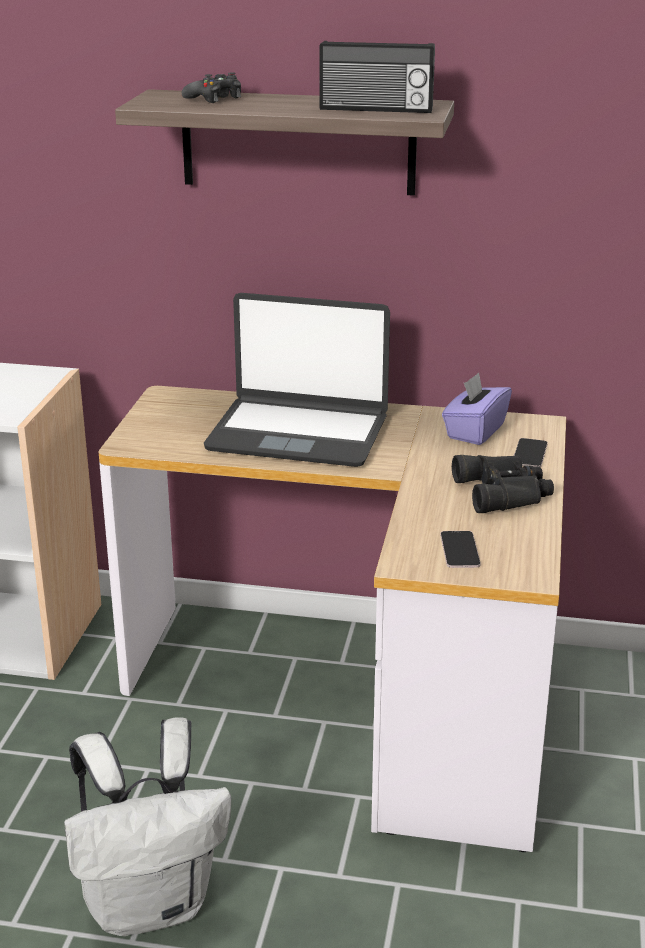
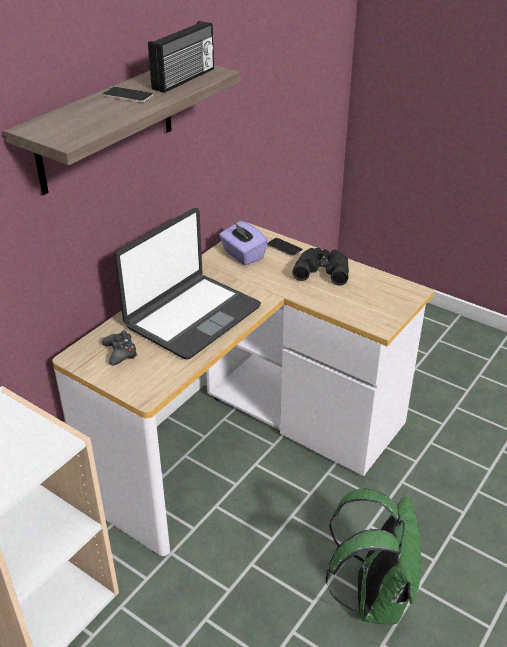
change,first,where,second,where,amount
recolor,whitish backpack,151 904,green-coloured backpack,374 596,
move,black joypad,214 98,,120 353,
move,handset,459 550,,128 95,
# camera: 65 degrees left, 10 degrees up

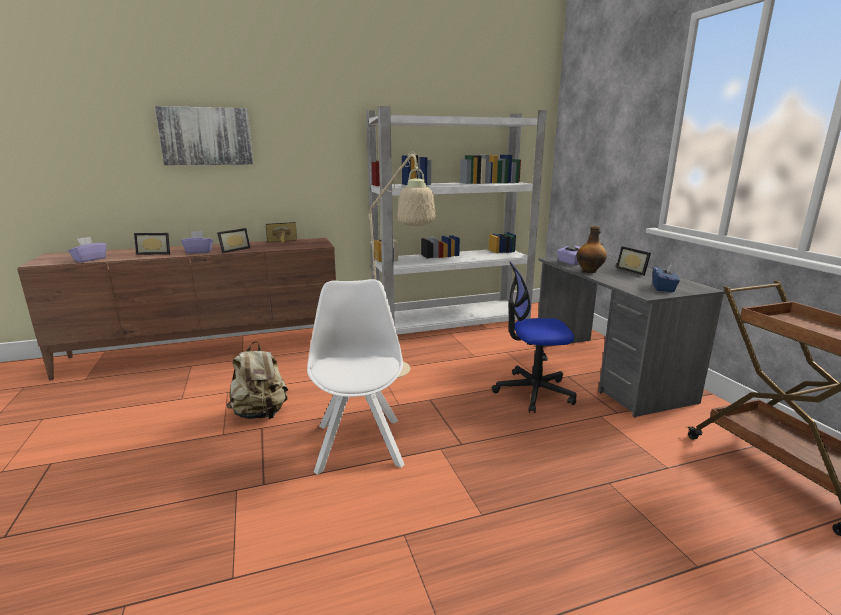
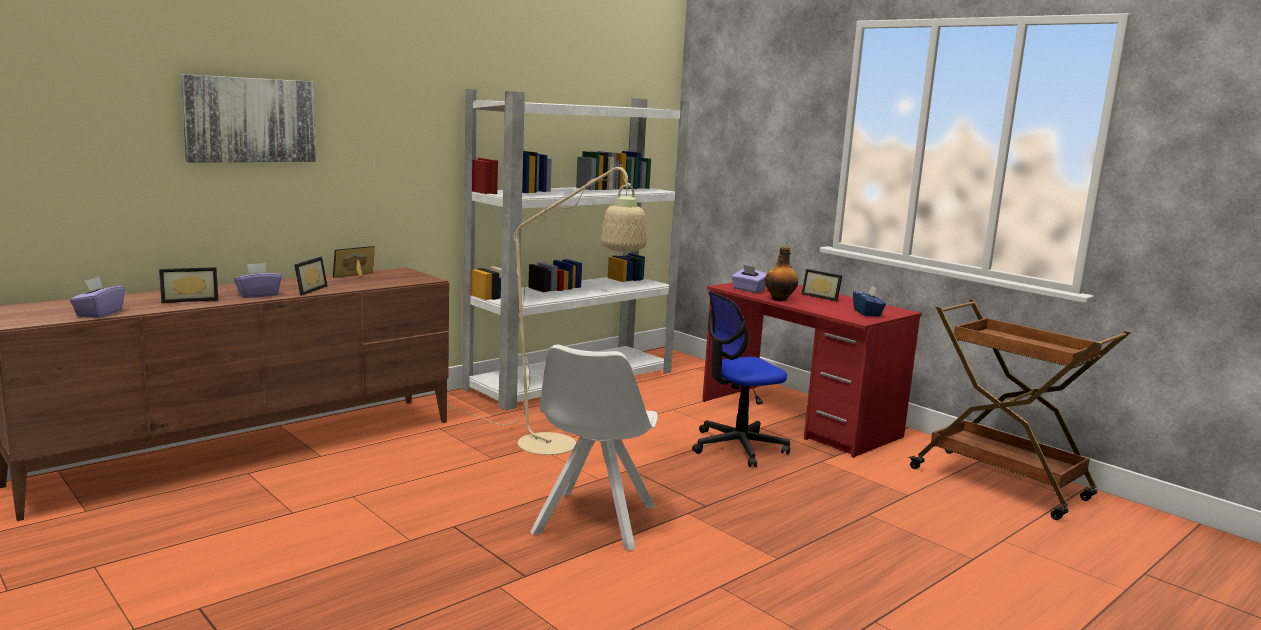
change,first,where,second,where,amount
delete,beige backpack,261 414,,,
rotate,whitish plain chair,359 442,,593 521,135 degrees counterclockwise
recolor,gray desk table,607 372,red desk table,798 419,
# camera: 25 degrees left, 5 degrees down

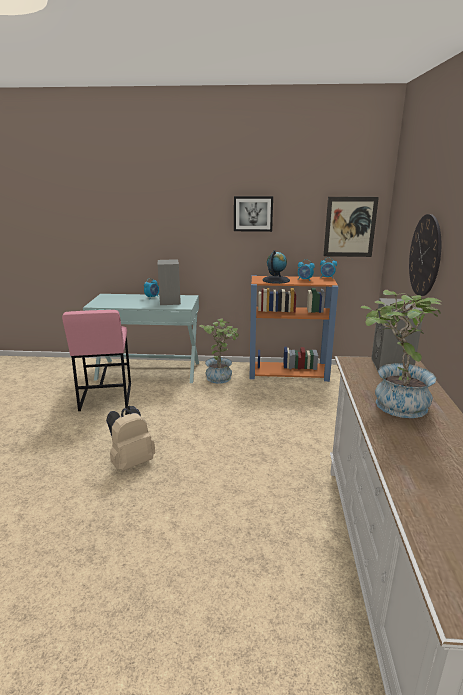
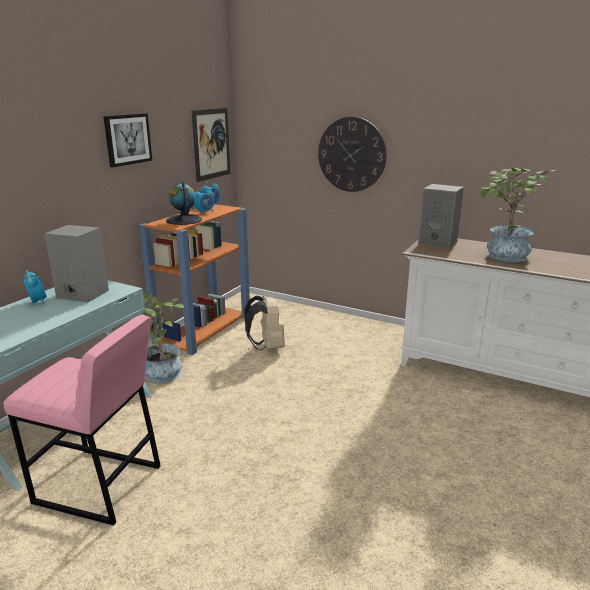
change,first,where,second,where,amount
move,beige backpack,131 462,,267 346,
# camera: 65 degrees left, 0 degrees up

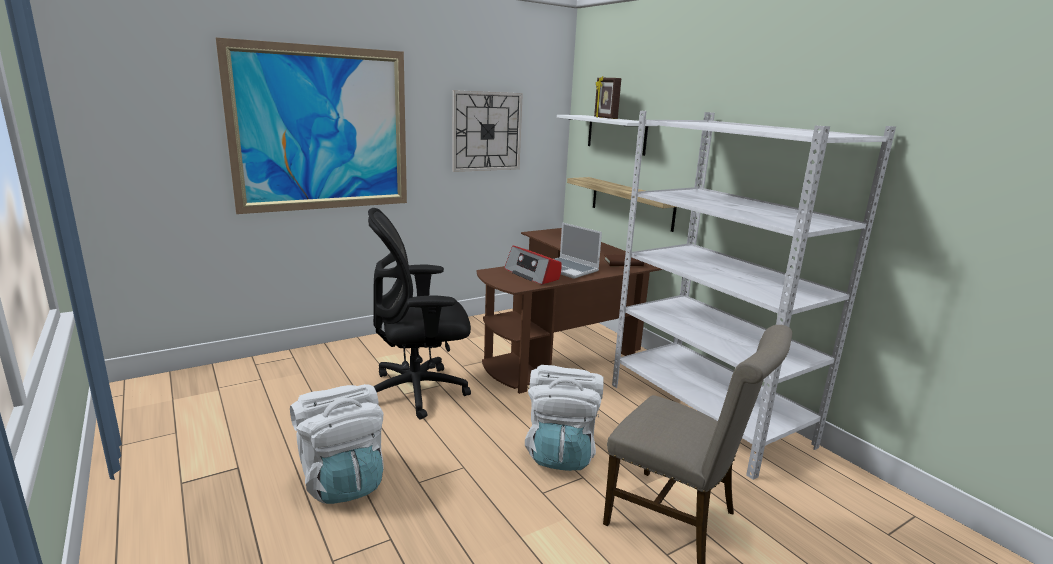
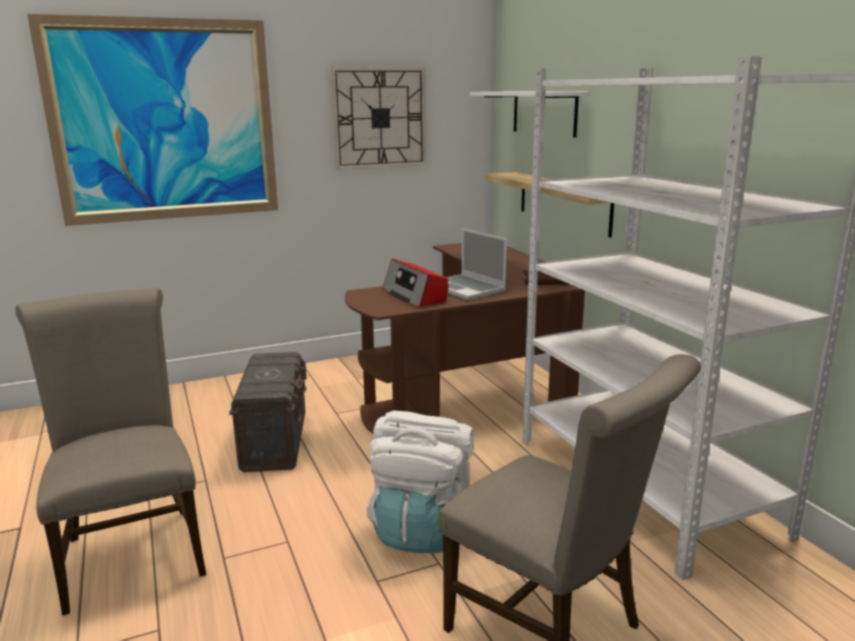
change,first,where,second,where,amount
replace,whitish backpack,342 480,beige plain chair,132 550,
replace,black desk chair,422 389,gray storage container,275 441,
delete,picture frame,604 118,,,
# camera: 10 degrees right, 0 degrees up

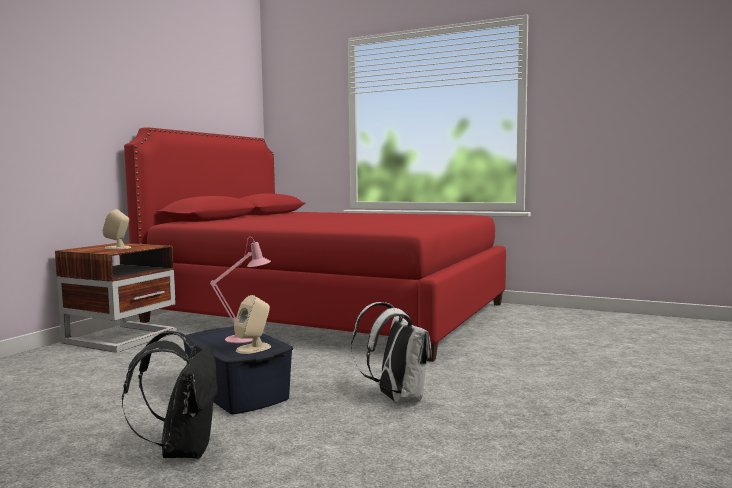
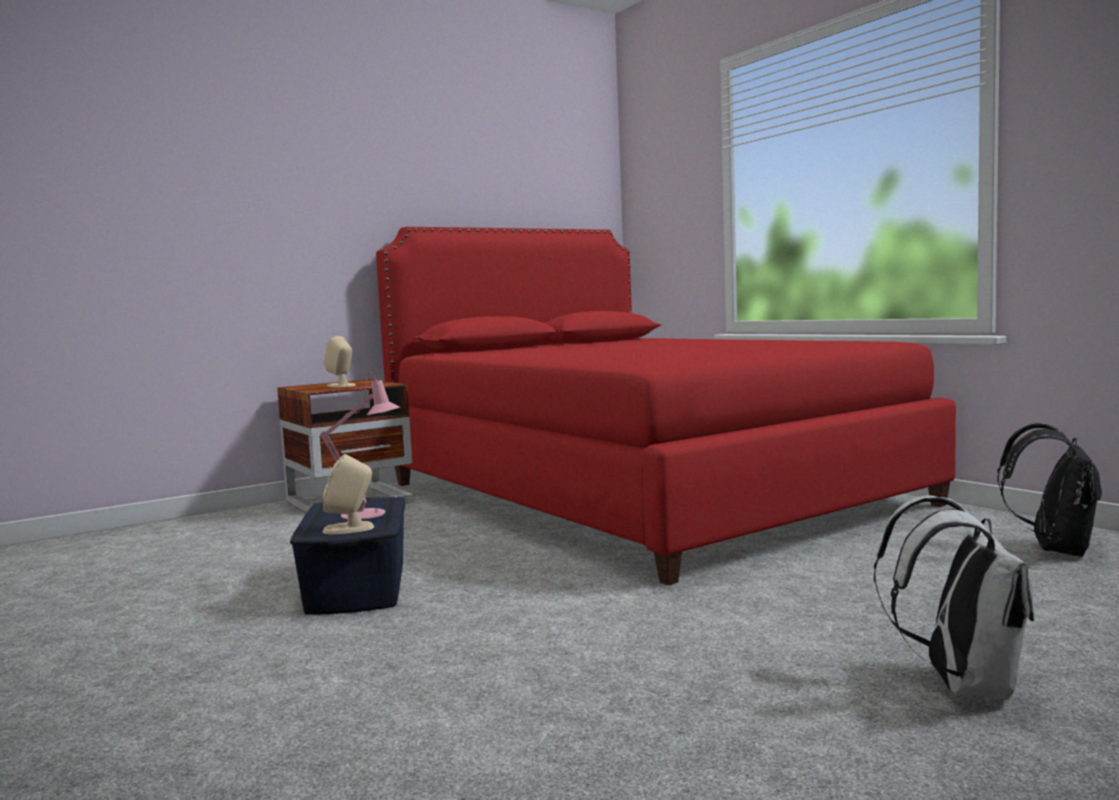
change,first,where,second,where,amount
move,black backpack,183 450,,1054 549,
move,whitish backpack,396 398,,961 684,
# camera: 30 degrees right, 0 degrees up

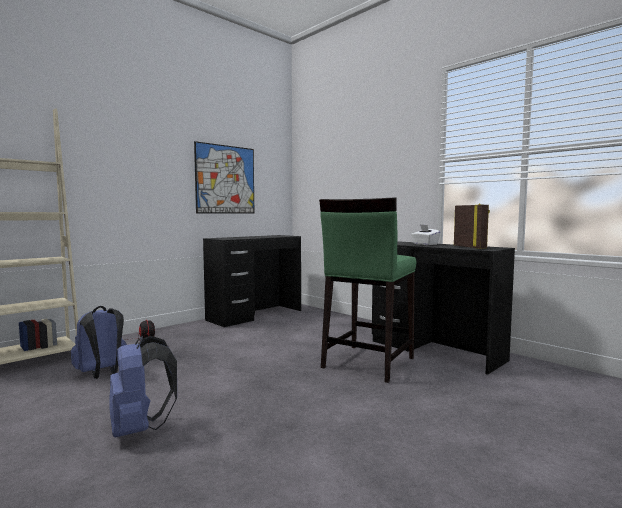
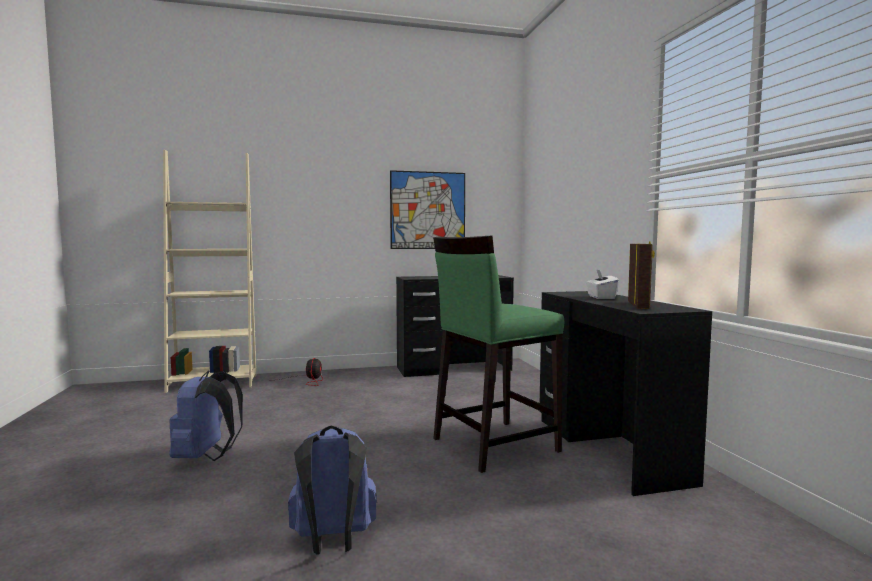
change,first,where,second,where,amount
move,bluish backpack,102 373,,333 542,
# camera: 30 degrees right, 0 degrees up

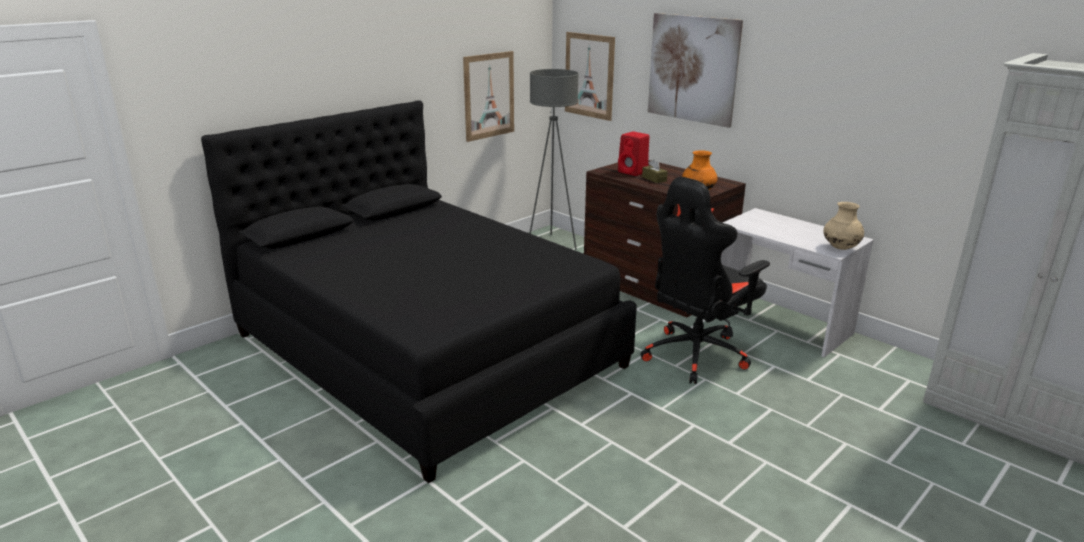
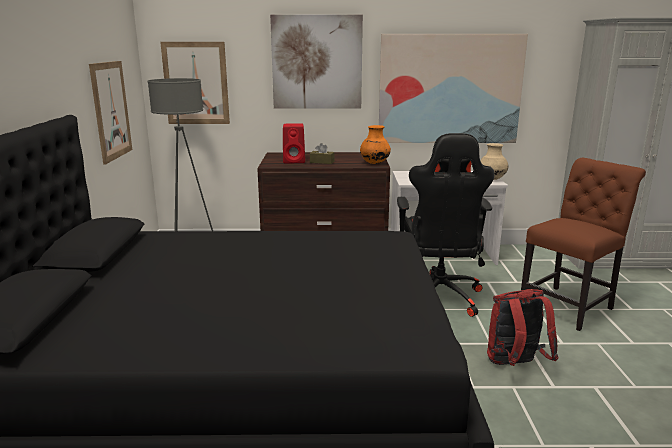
change,first,where,second,where,amount
insert,,,wall art,449 89,
insert,,,red backpack,515 365,
insert,,,brown plain chair,570 306,
# camera: 45 degrees left, 5 degrees down

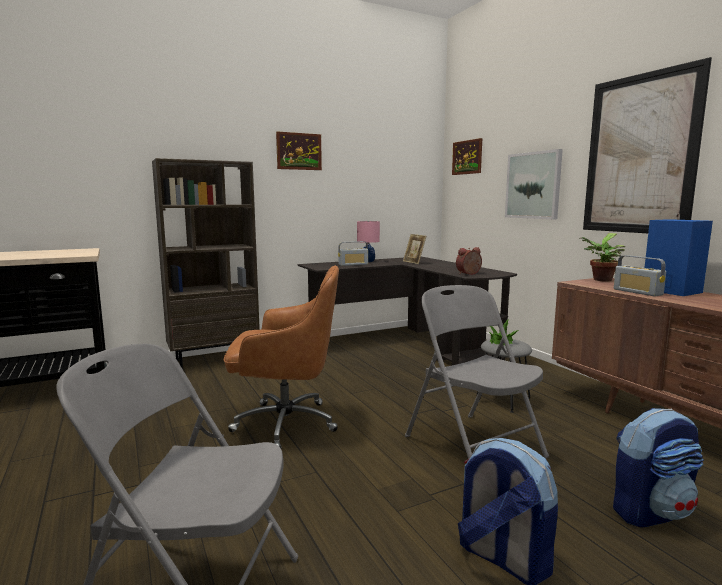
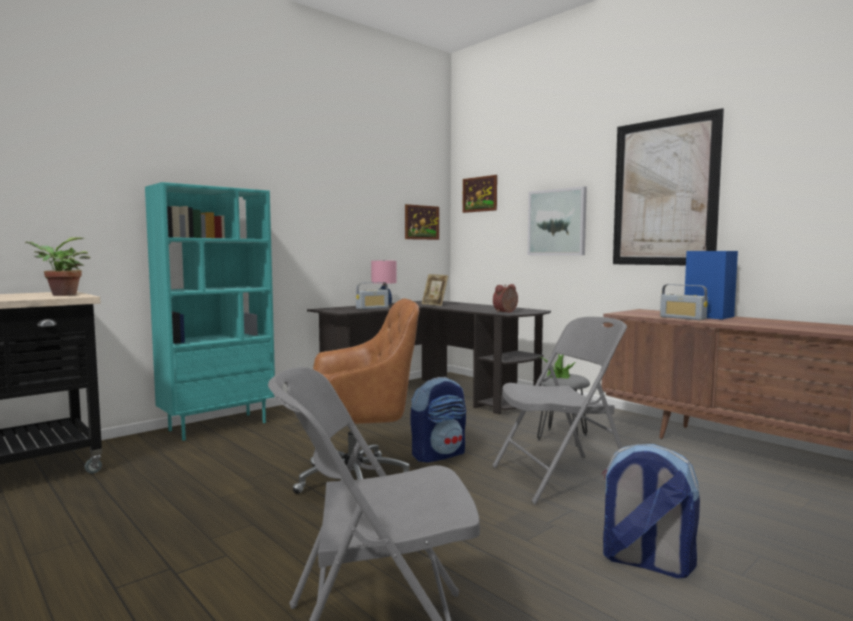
change,first,where,second,where,amount
recolor,brown bookcase,214 360,blue-green bookcase,218 426,
move,wall art,299 151,,421 222,
rotate,gray plain chair,474 446,,561 478,120 degrees clockwise
move,houseplant,600 280,,61 295,
move,backpack,650 511,,439 455,
# camera: 15 degrees left, 5 degrees down

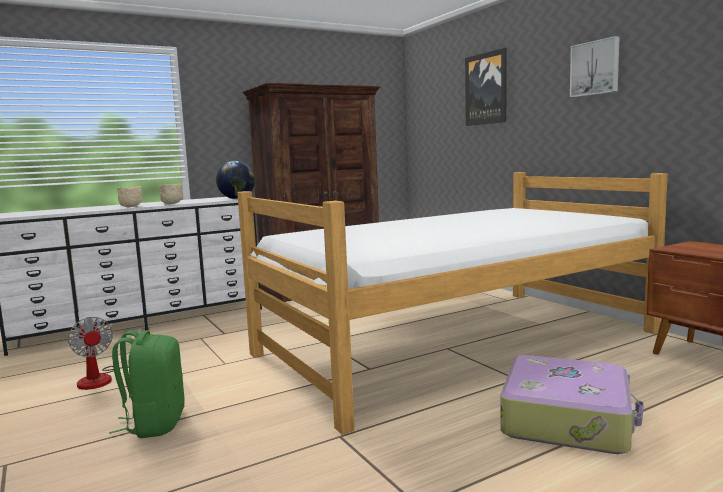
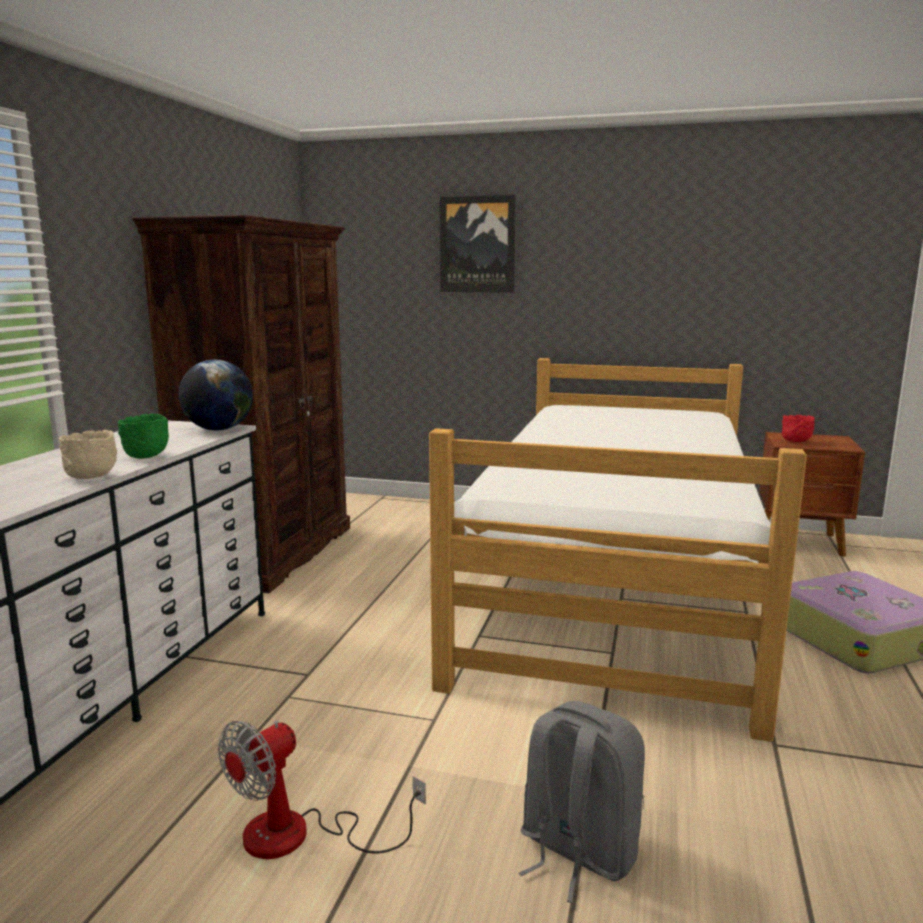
change,first,where,second,where,amount
rotate,fan,103 378,,299 836,120 degrees clockwise
recolor,green-coloured backpack,154 424,gray backpack,576 851,
recolor,beige deep dish,172 204,green-coloured deep dish,147 457,
delete,wall art,595 68,,,
insert,,,red deep dish,796 442,
# camera: 45 degrees left, 5 degrees up

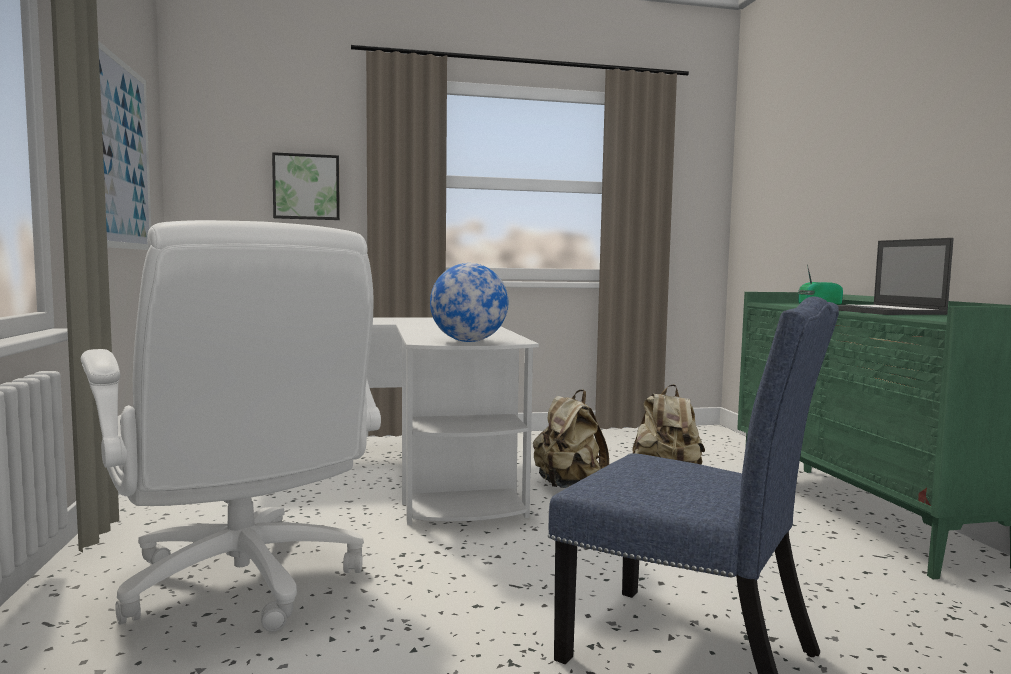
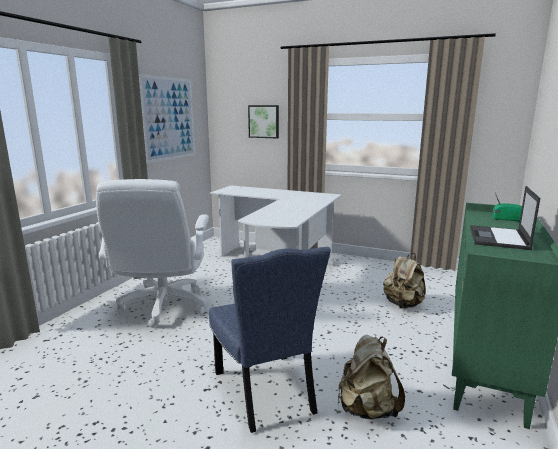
change,first,where,second,where,amount
delete,globe,468 341,,,
move,beige backpack,568 485,,367 409,
# camera: 35 degrees right, 10 degrees up

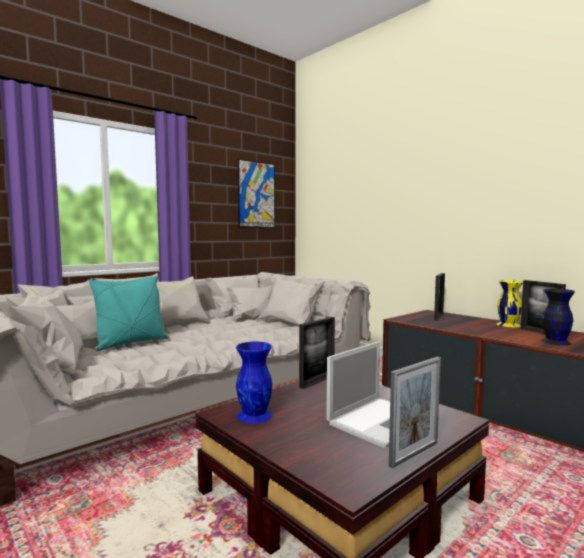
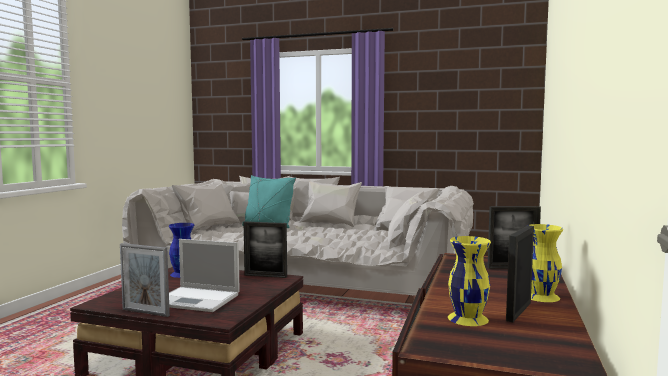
change,first,where,second,where,amount
delete,wall art,256 195,,,
recolor,black flower vase,555 342,yellow flower vase,467 318,
# camera: 60 degrees right, 0 degrees up

